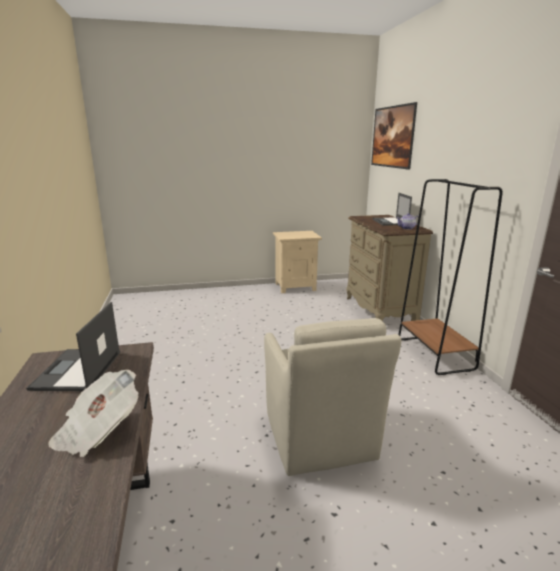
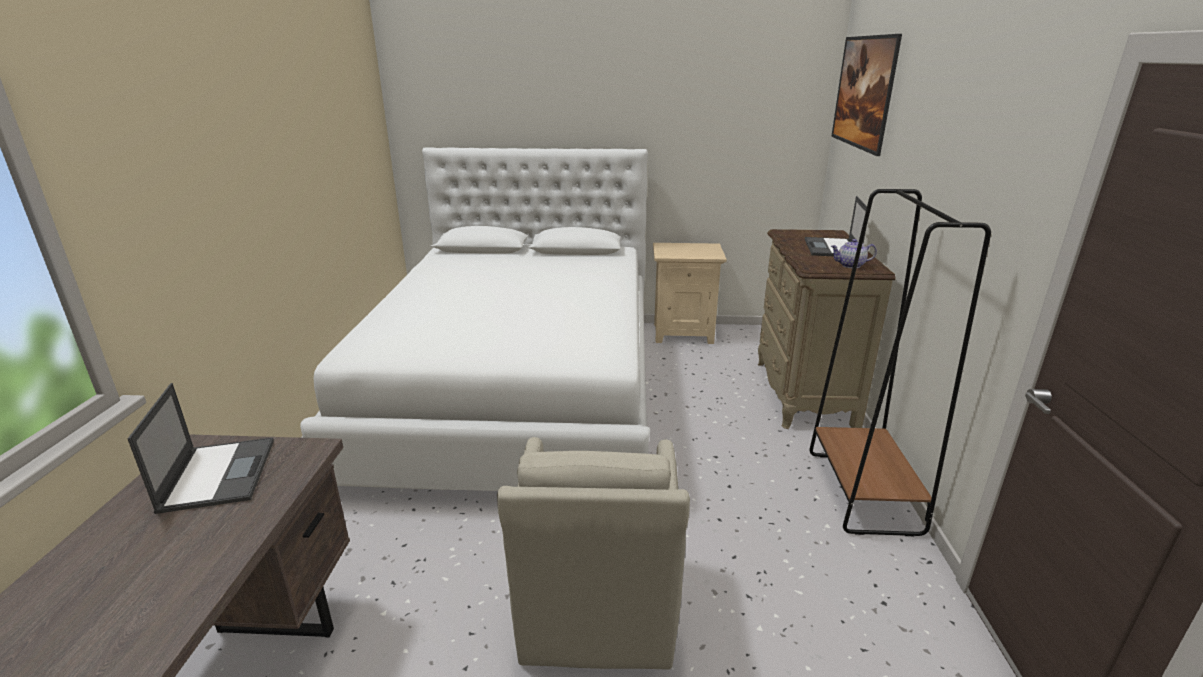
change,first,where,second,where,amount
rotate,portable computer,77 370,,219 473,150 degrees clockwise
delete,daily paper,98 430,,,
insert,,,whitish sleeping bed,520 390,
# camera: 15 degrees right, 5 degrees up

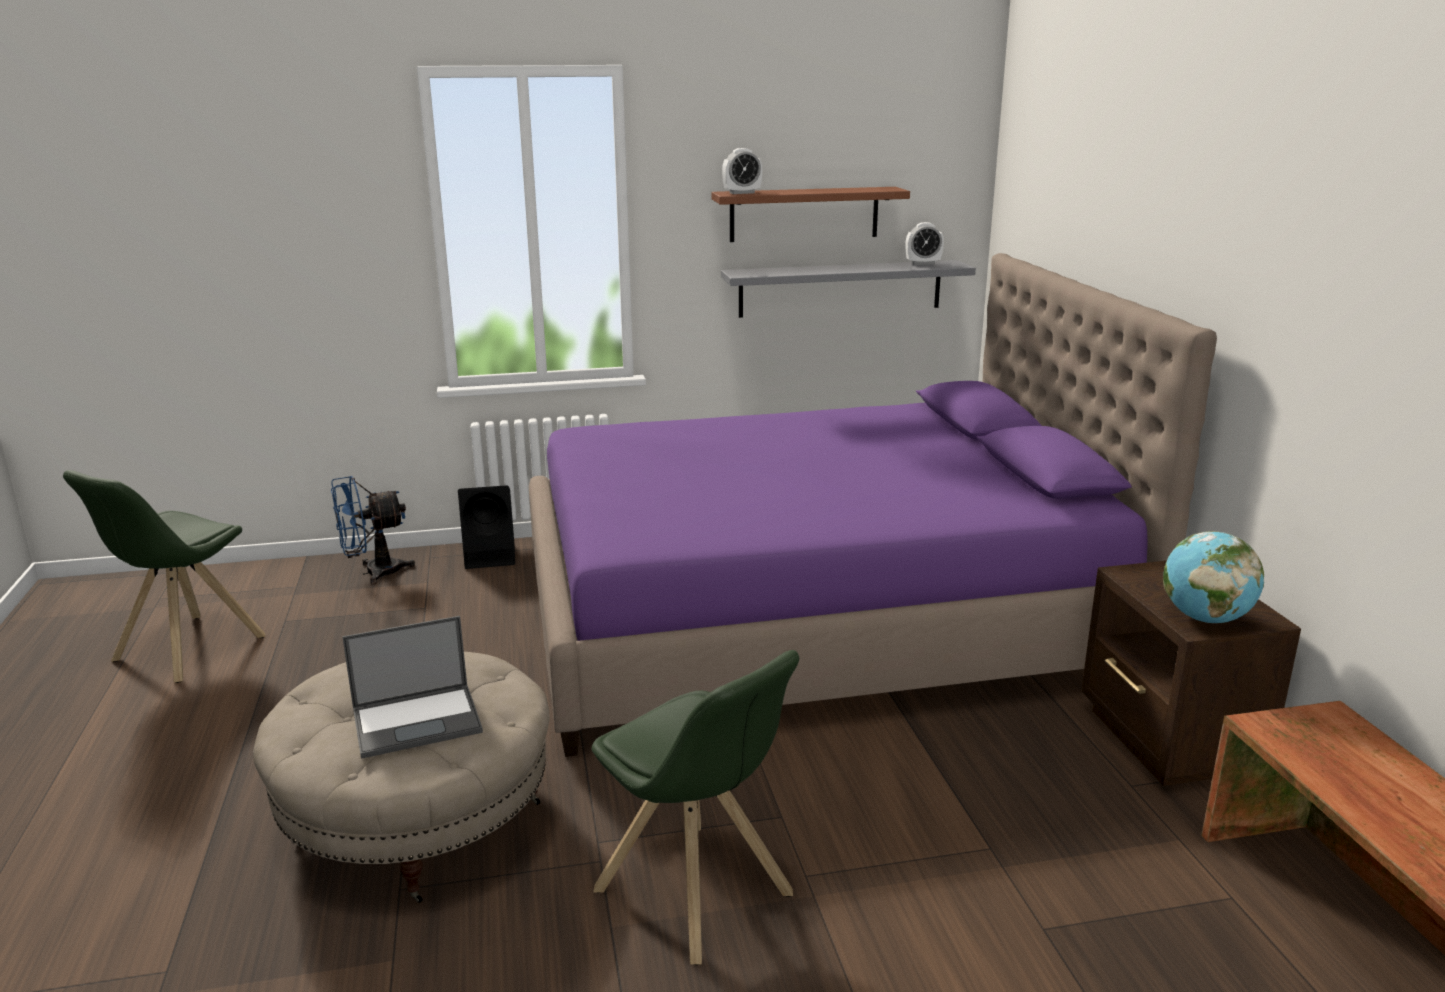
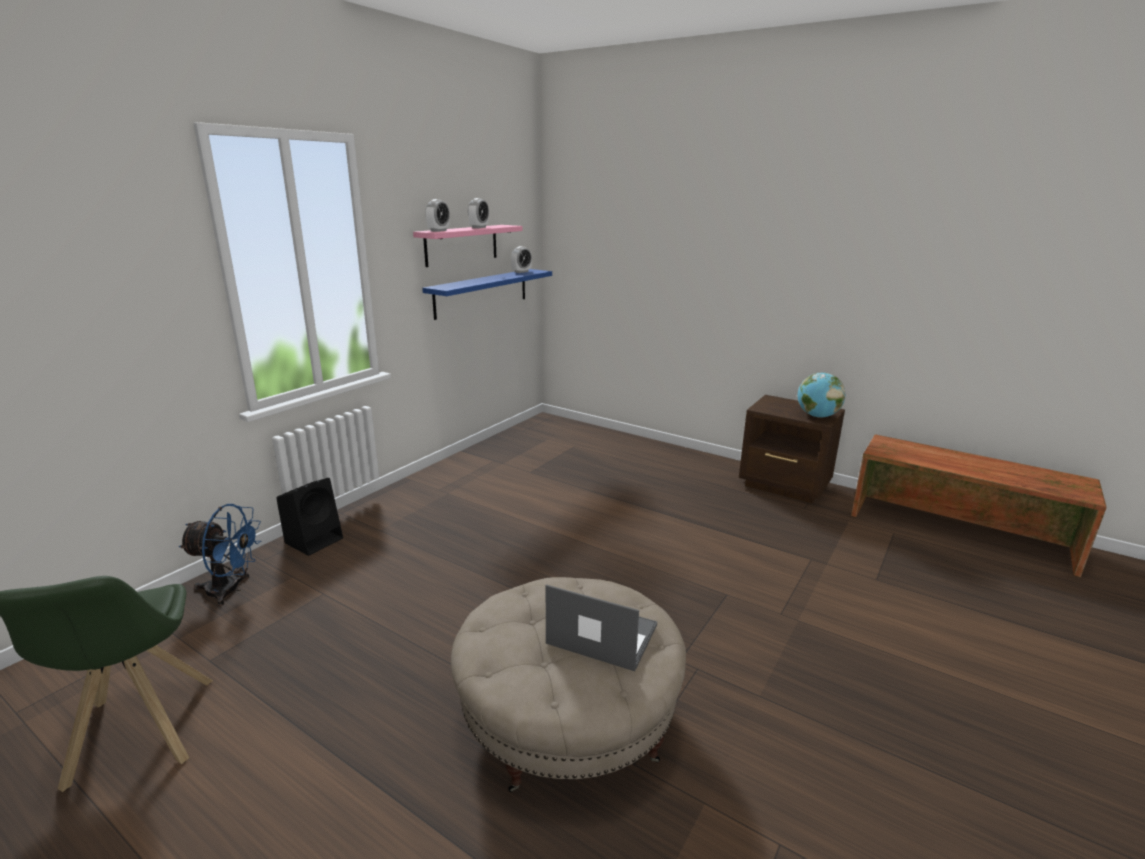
change,first,where,second,where,amount
rotate,bluish fan,373 573,,231 590,105 degrees counterclockwise
rotate,portable computer,418 720,,600 634,90 degrees counterclockwise
delete,purplish sleeping bed,817 618,,,
delete,green-coloured plain chair,695 892,,,
recolor,brown wall shelf,804 214,pink wall shelf,461 245,
recolor,gray wall shelf,840 288,bluish wall shelf,482 293,
insert,,,bedside clock,479 227,
# camera: 45 degrees left, 0 degrees up

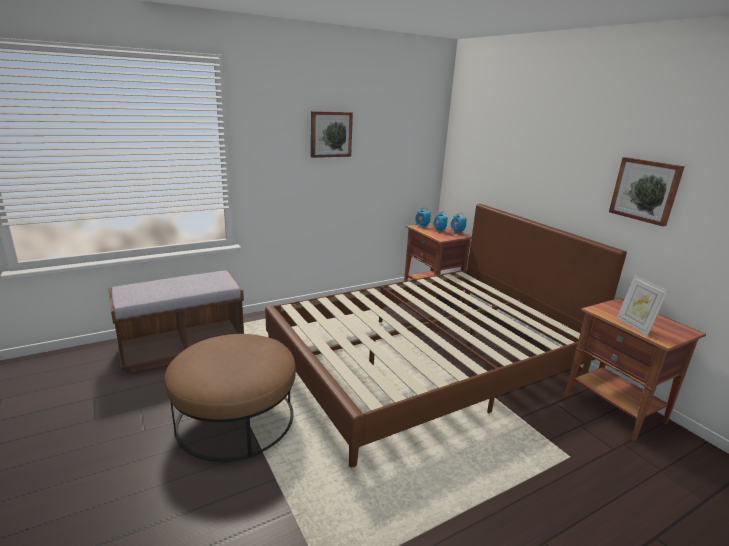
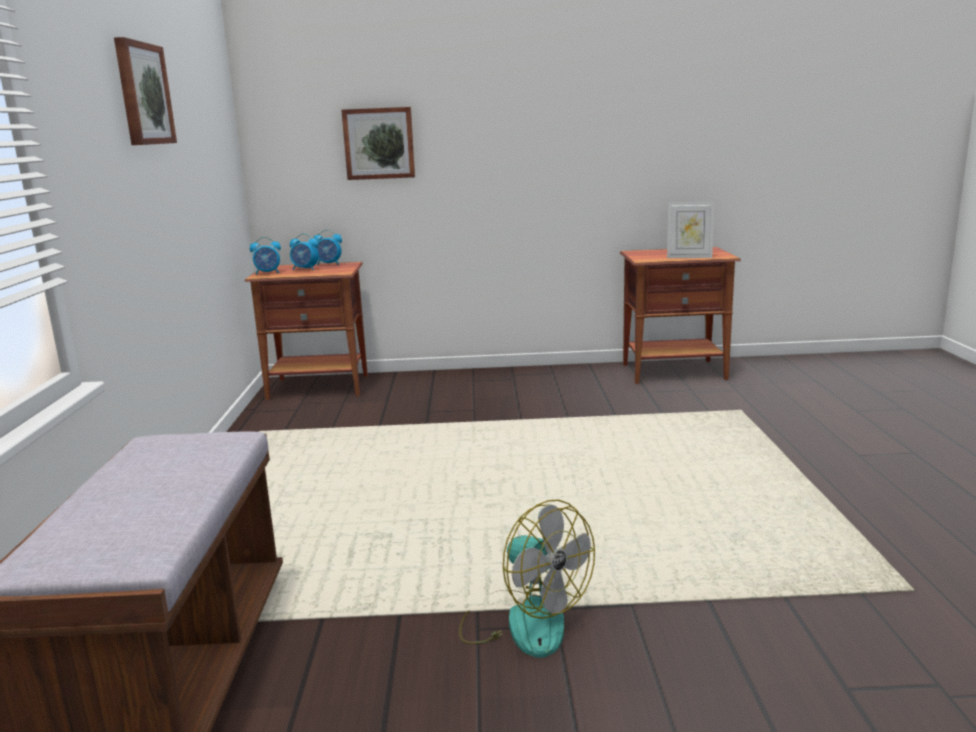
change,first,where,second,where,amount
replace,brown footrest,236 418,fan,523 621,
delete,brown sleeping bed,427 362,,,
move,wall art,645 190,,379 143,
# camera: 60 degrees left, 5 degrees down

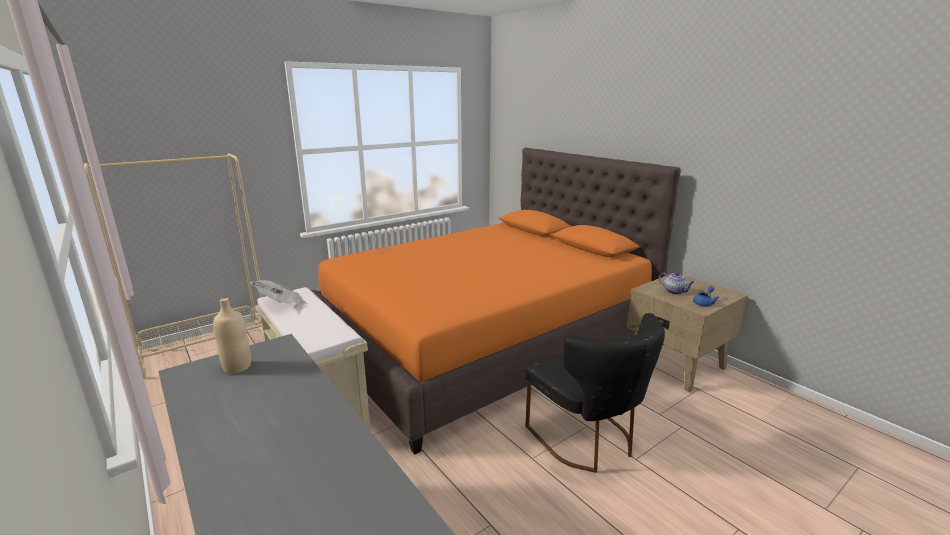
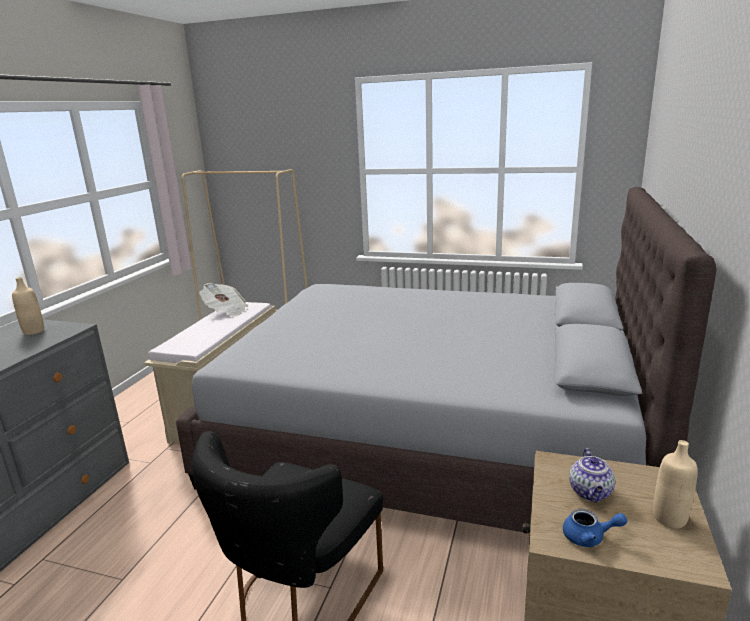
change,first,where,second,where,amount
recolor,orangey sleeping bed,487 339,gray sleeping bed,431 437,
insert,,,beige bottle,669 518,
# camera: 55 degrees right, 0 degrees up

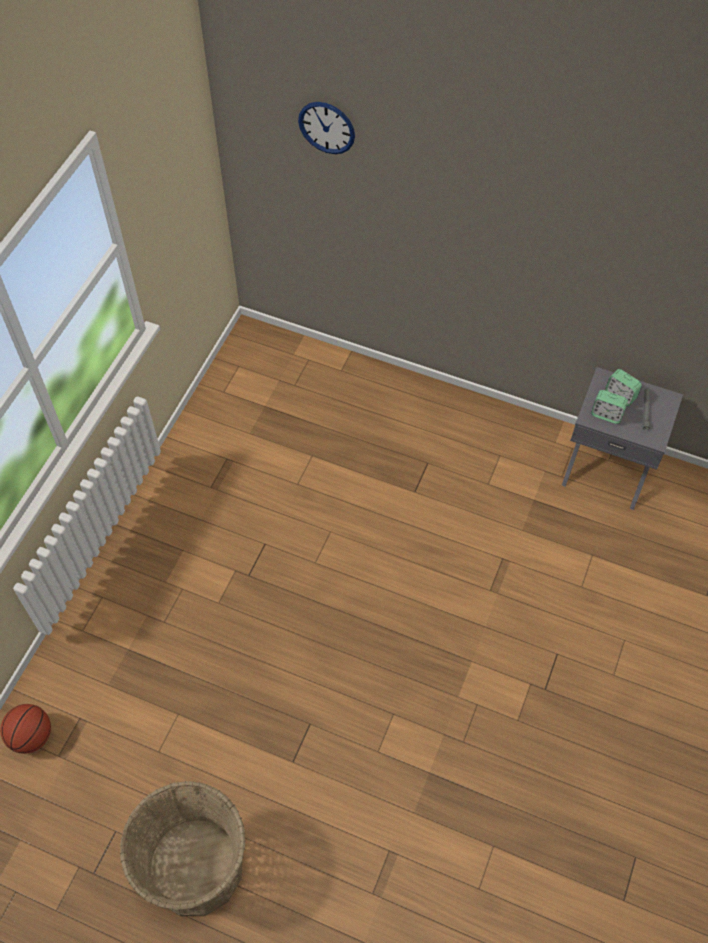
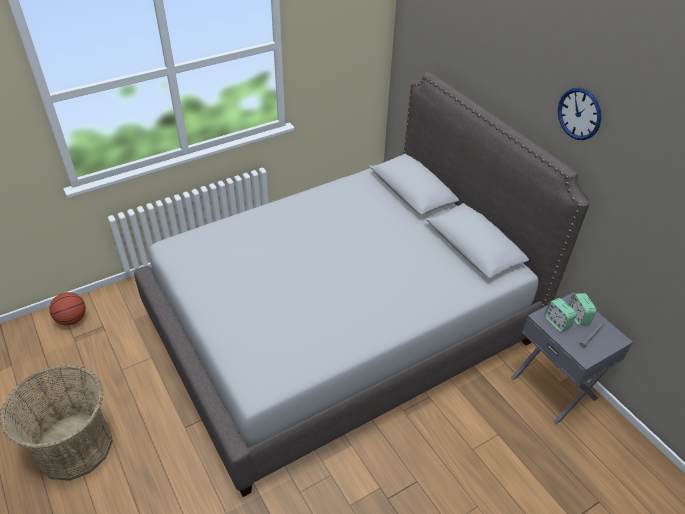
change,first,where,second,where,amount
move,hanging clock,326 127,,579 113,
insert,,,gray sleeping bed,340 328,
# camera: 35 degrees right, 15 degrees down

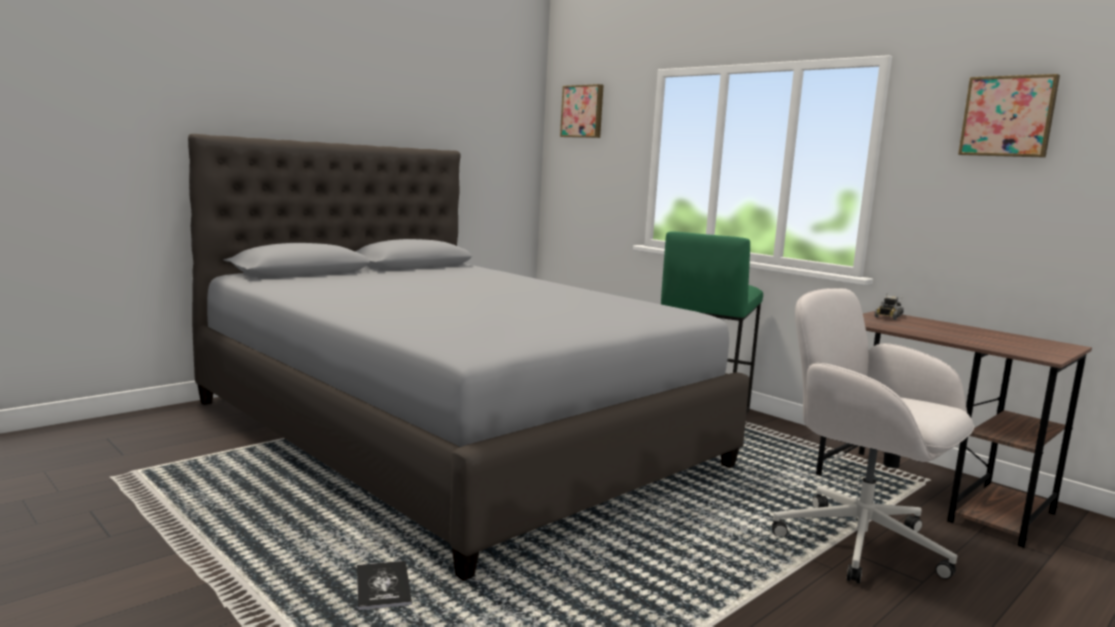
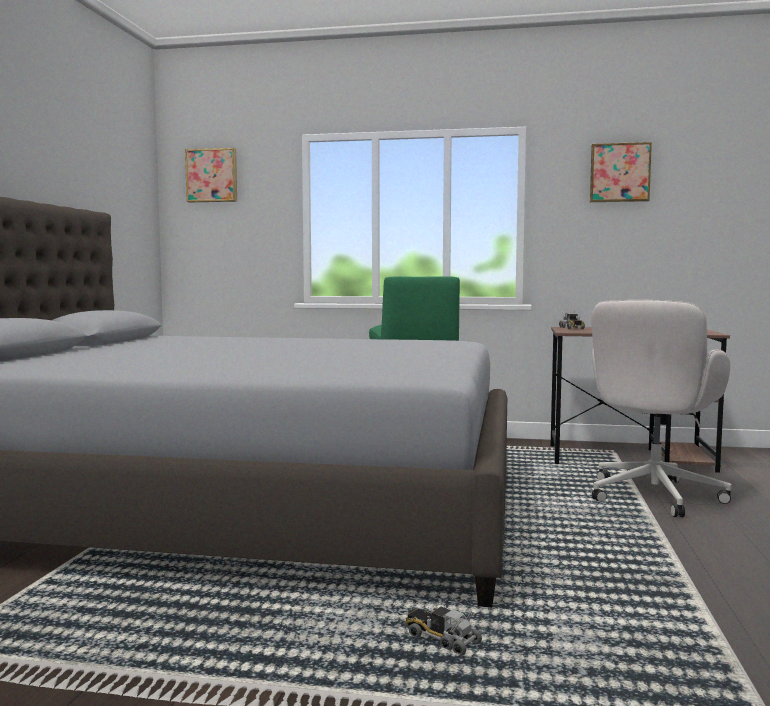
change,first,where,second,where,amount
replace,book,383 587,model truck,441 639,
rotate,whitish desk chair,860 544,,653 495,60 degrees counterclockwise
# camera: 35 degrees left, 5 degrees down

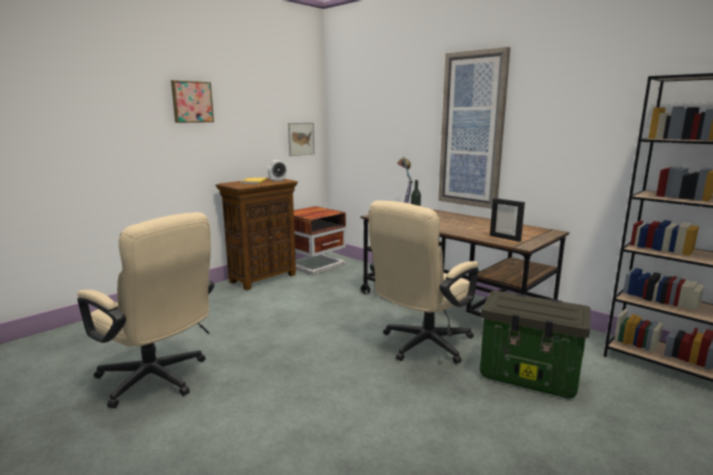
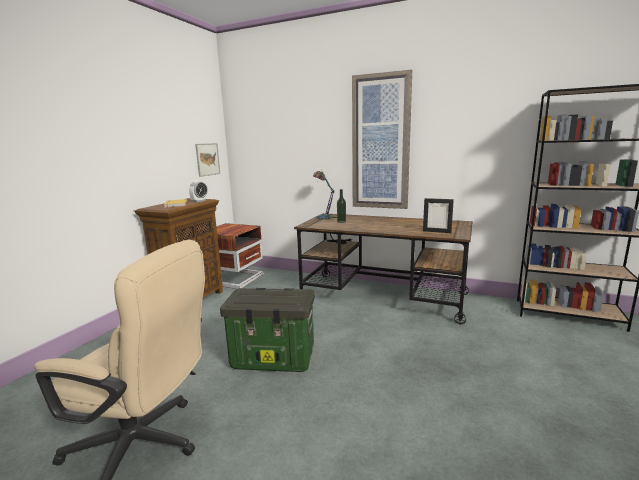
change,first,where,second,where,amount
delete,wall art,192 102,,,
delete,beige desk chair,421 346,,,
move,storage container,529 376,,274 358,
# camera: 20 degrees left, 0 degrees up

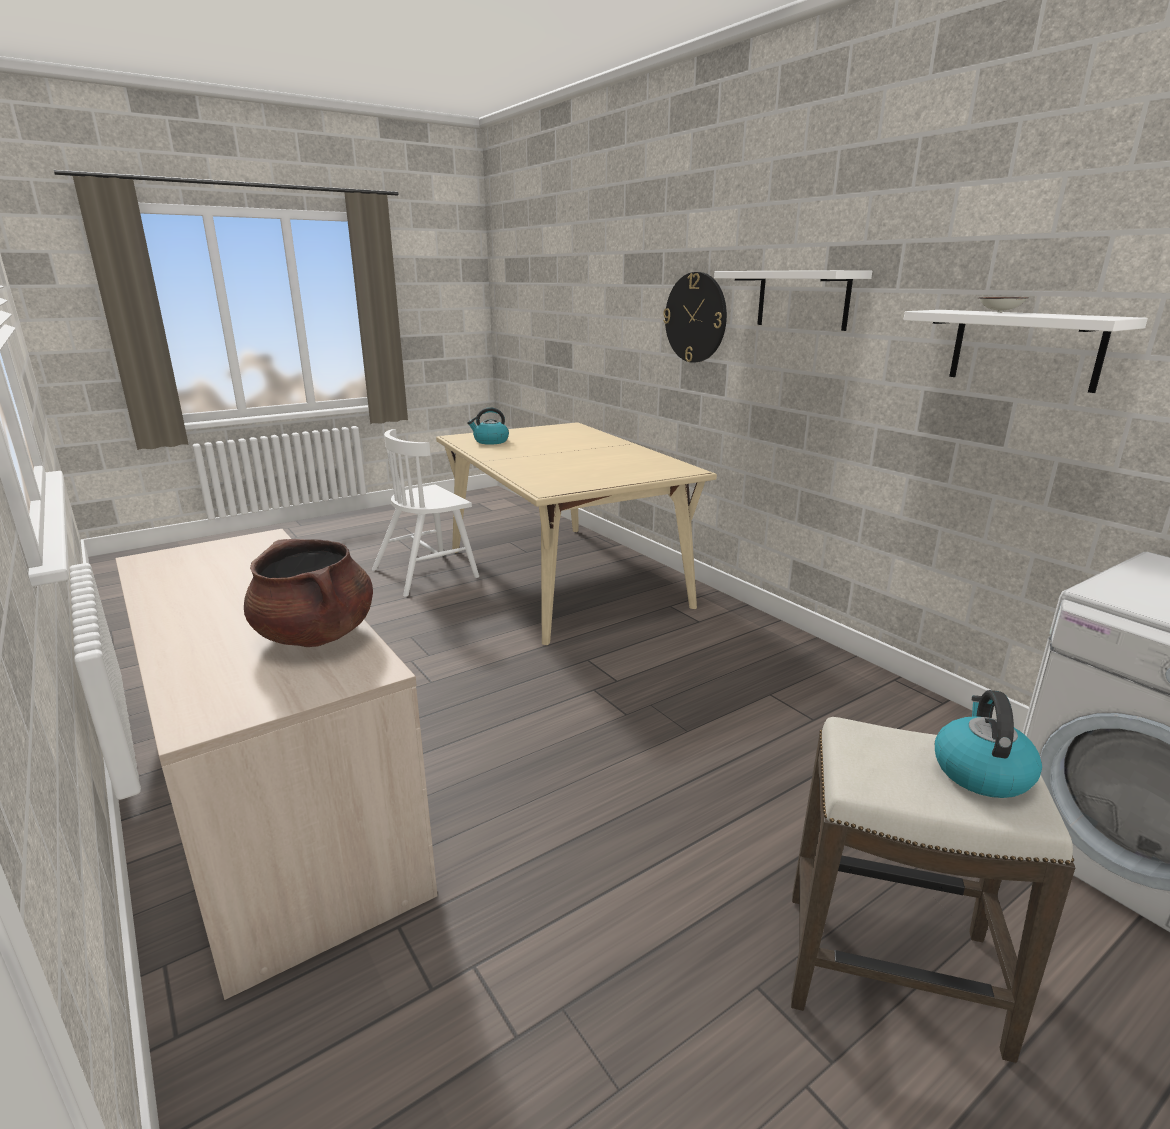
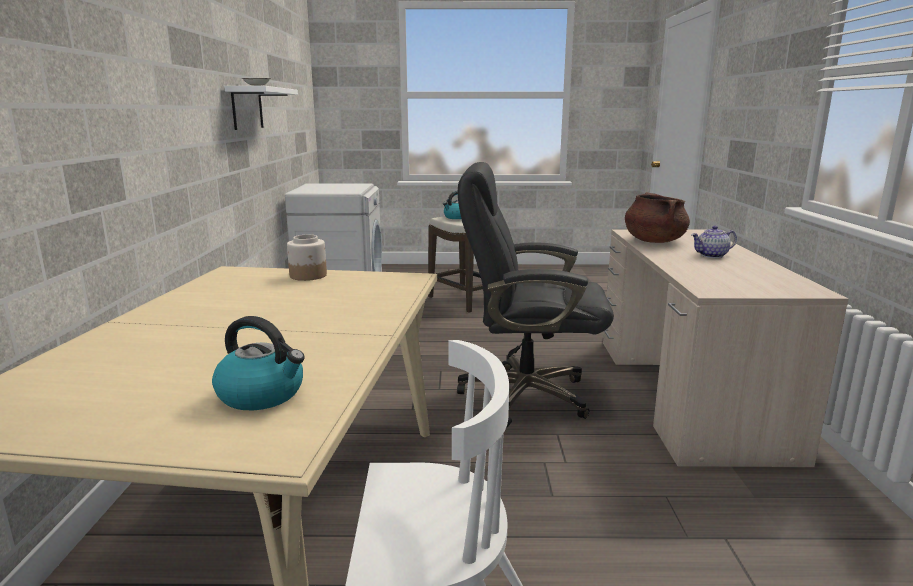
change,first,where,second,where,amount
delete,hanging clock,695 318,,,
delete,whitish wall shelf,802 299,,,
insert,,,jar,308 276,
insert,,,black desk chair,528 396,
insert,,,teapot,712 256,
# camera: 145 degrees left, 5 degrees down

